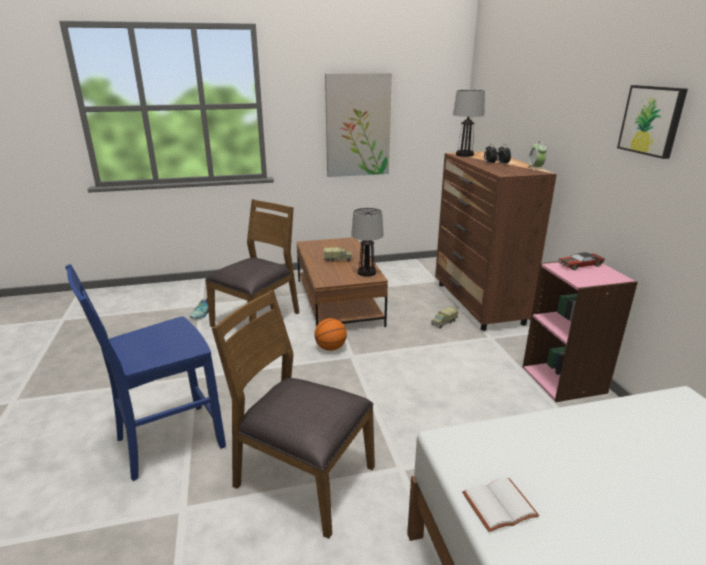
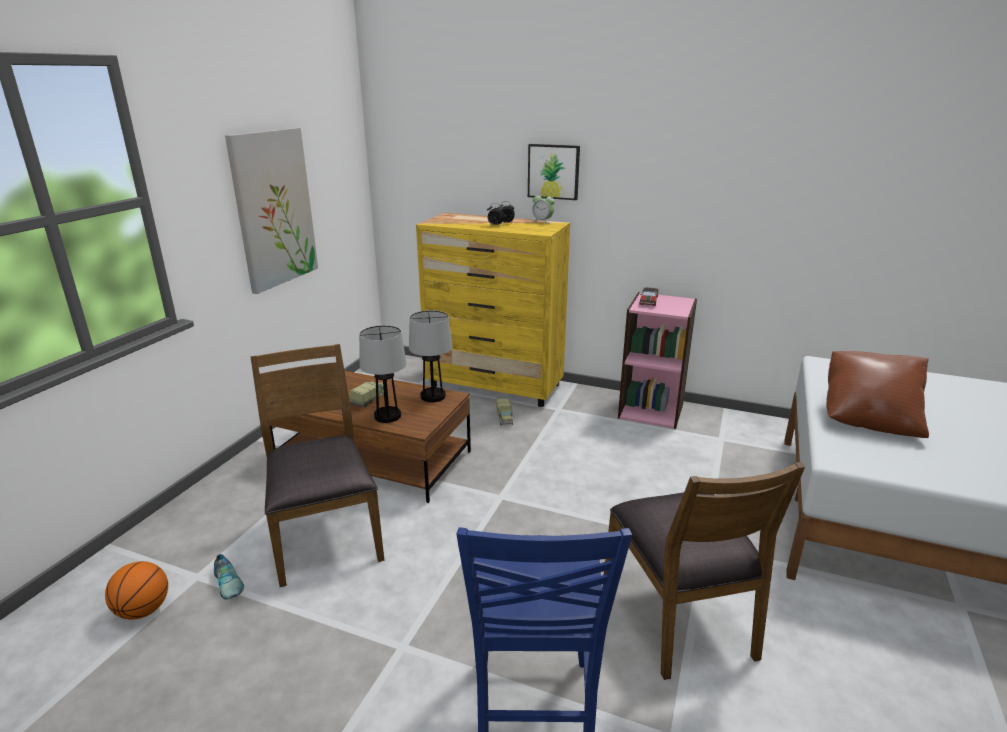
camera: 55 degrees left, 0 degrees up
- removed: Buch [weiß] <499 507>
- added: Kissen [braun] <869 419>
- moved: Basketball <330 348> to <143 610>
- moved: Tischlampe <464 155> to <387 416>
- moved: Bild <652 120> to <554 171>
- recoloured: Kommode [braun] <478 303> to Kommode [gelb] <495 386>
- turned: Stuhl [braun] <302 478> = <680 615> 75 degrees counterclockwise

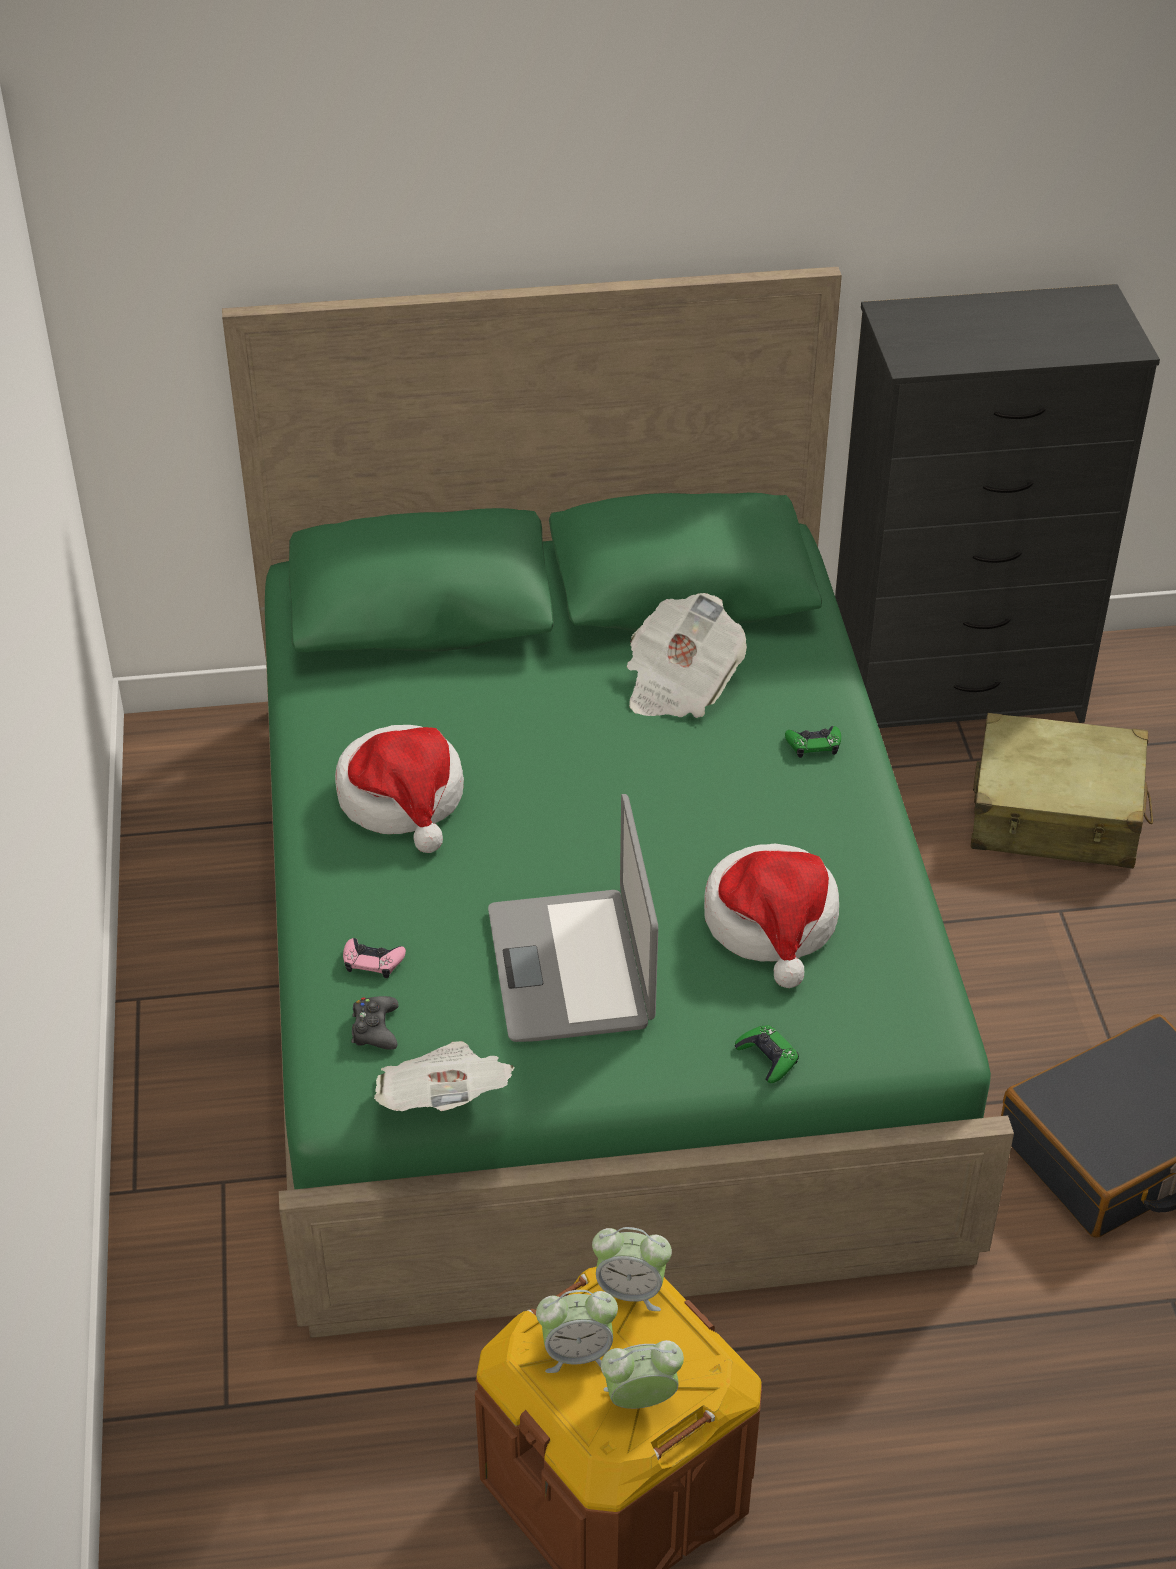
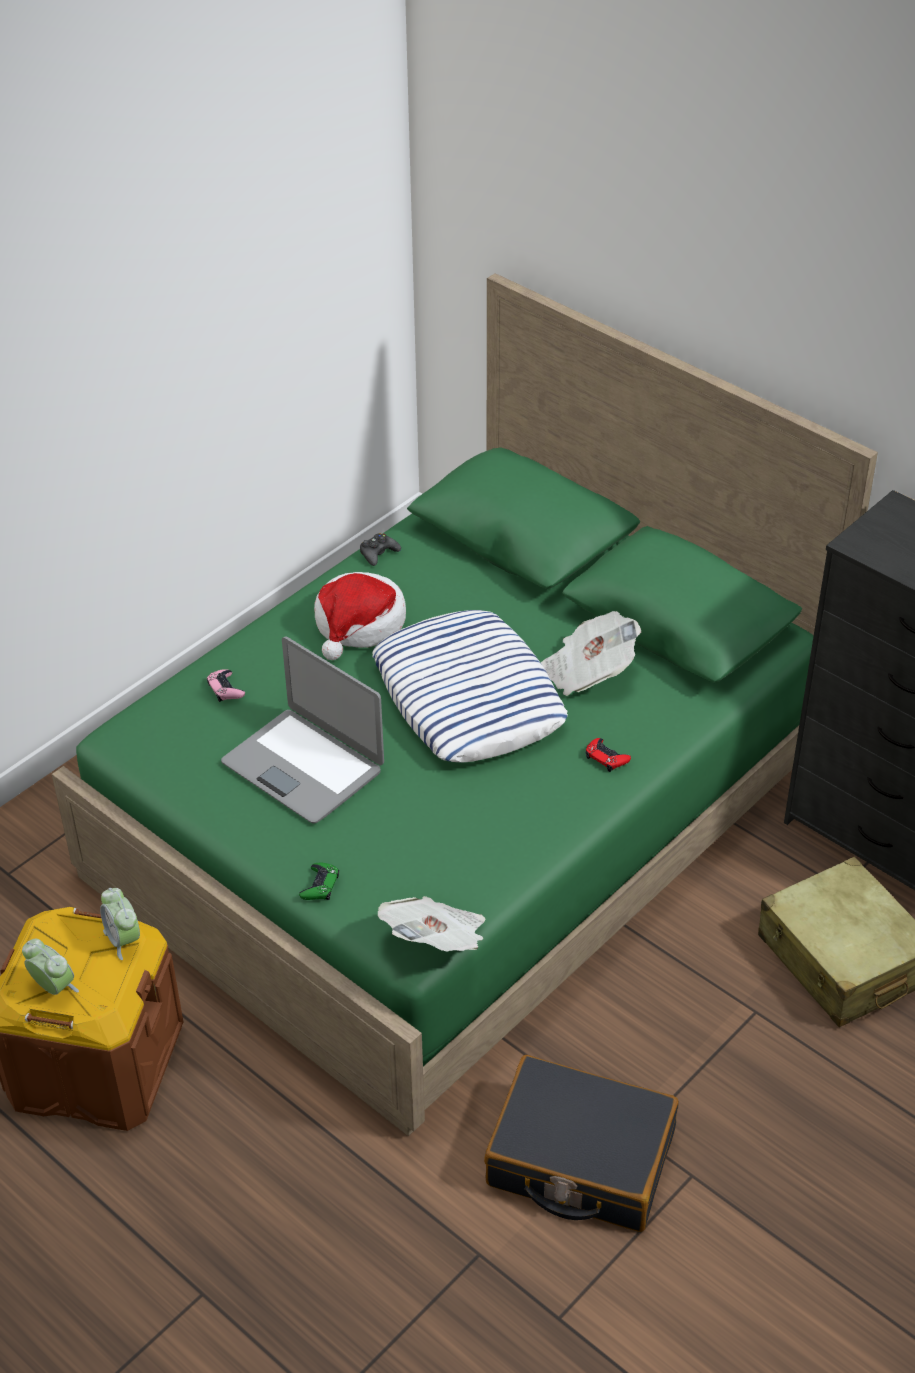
camera: 50 degrees right, 0 degrees up
- removed: Wecker <577 1353>
- removed: Hut <772 923>
- added: Kissen <469 698>
- moved: Gamepad [schwarz] <375 1029> to <378 553>
- moved: Zeitung <445 1101> to <436 941>
- recoloured: Gamepad [grün] <814 744> to Gamepad [rot] <606 758>
- turned: Laptop <572 967> = <304 766> 90 degrees counterclockwise

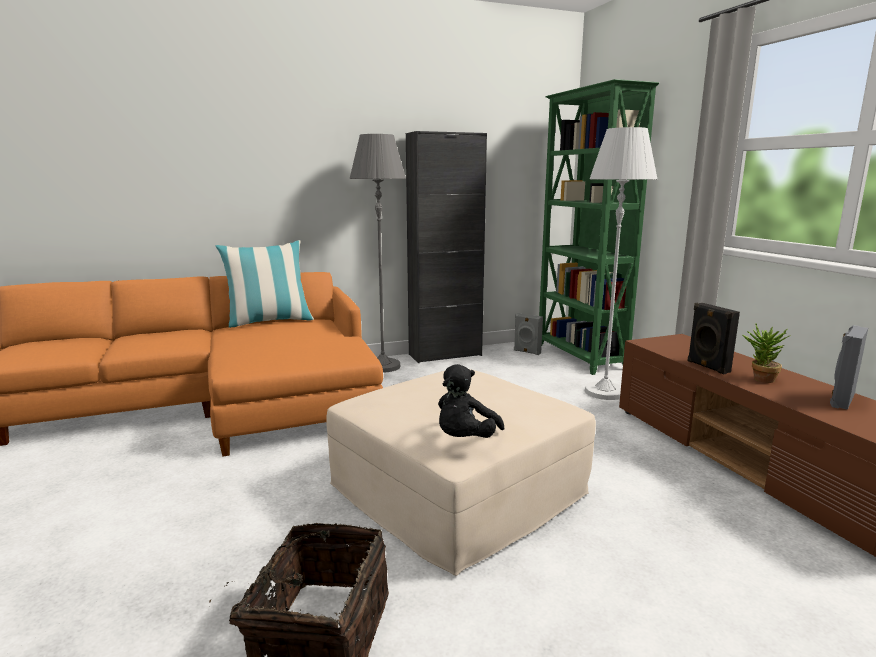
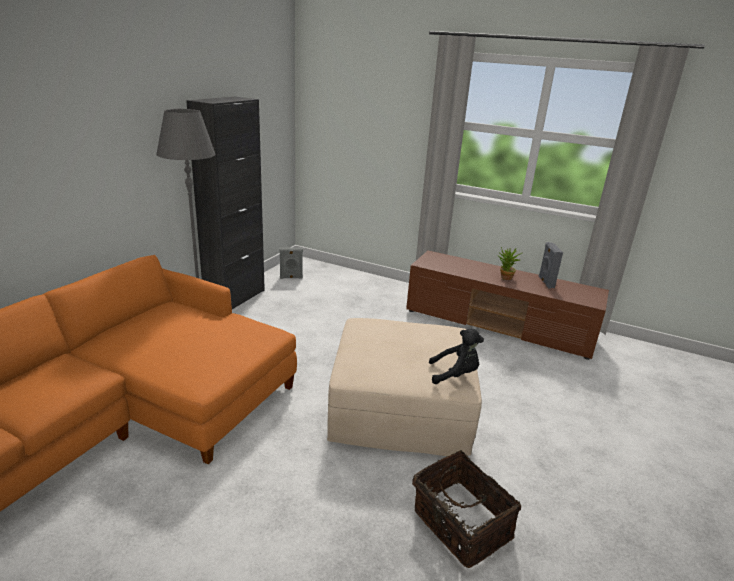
camera: 45 degrees left, 10 degrees up
- removed: Kissen <269 321>
- removed: Bücherregal [grün] <579 357>
- removed: Stehlampe [weiß] <604 392>
- removed: Lautsprecher [schwarz] <707 367>
- turned: Plüschtier [schwarz] <465 439> = <455 375> 75 degrees counterclockwise

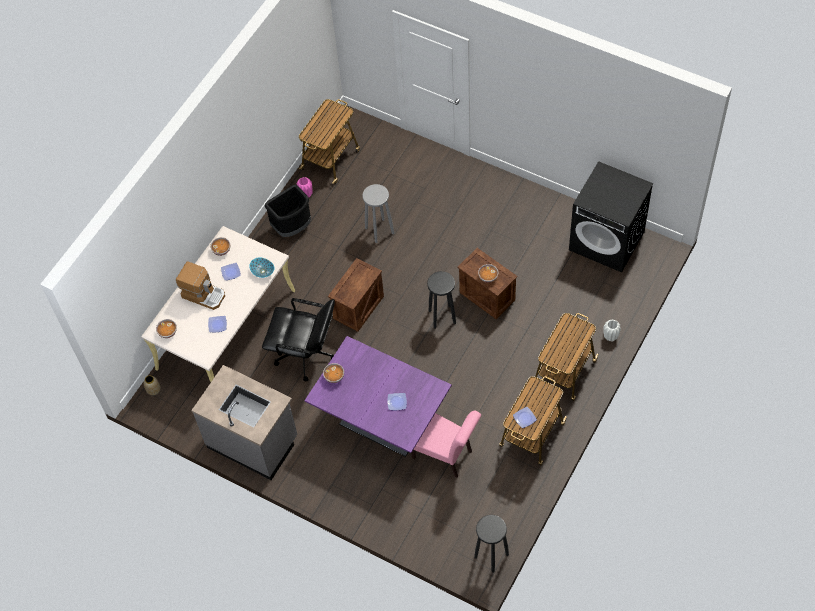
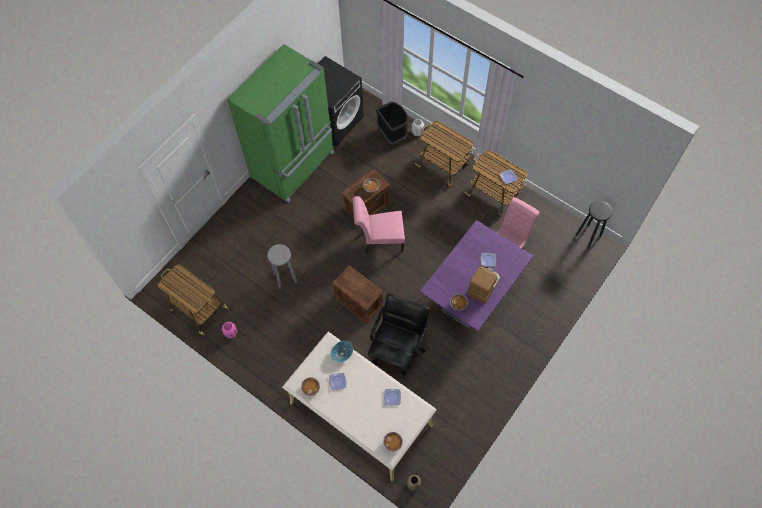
camera: 85 degrees left, 5 degrees up
- removed: Küchenzeile [grau] <253 442>
- added: Kühlschrank [grün] <294 166>
- moved: Kaffeemaschine <204 294> to <483 286>
- moved: Mülleimer [schwarz] <293 227> to <392 135>
- replaced: Hocker [schwarz] <442 316> to Stuhl [rosa] <379 241>

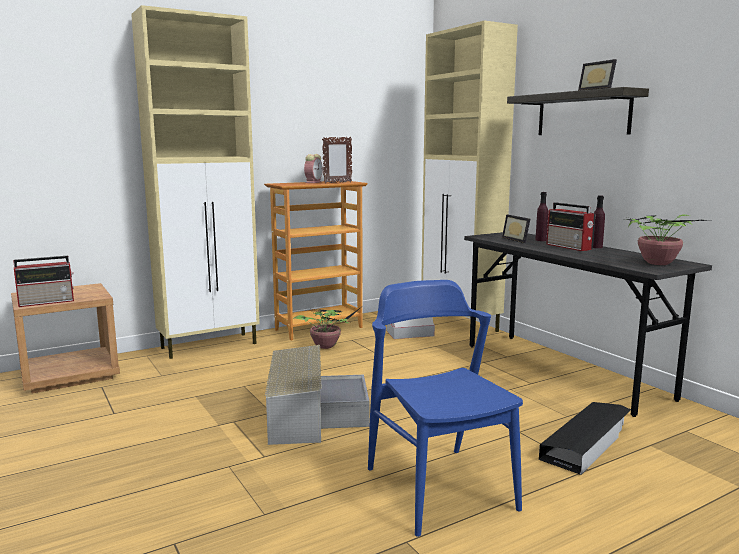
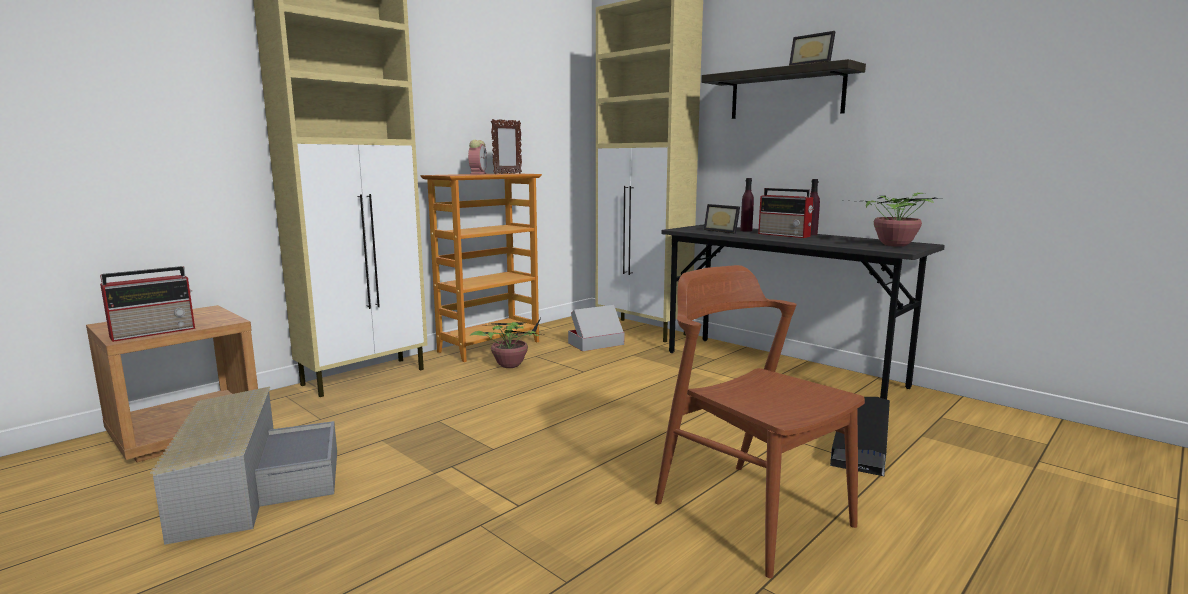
camera: 15 degrees left, 0 degrees up
- moved: Aufbewahrungsbox [grau] <311 413> to <252 484>
- recoloured: Stuhl [blau] <439 488> to Stuhl [braun] <751 513>

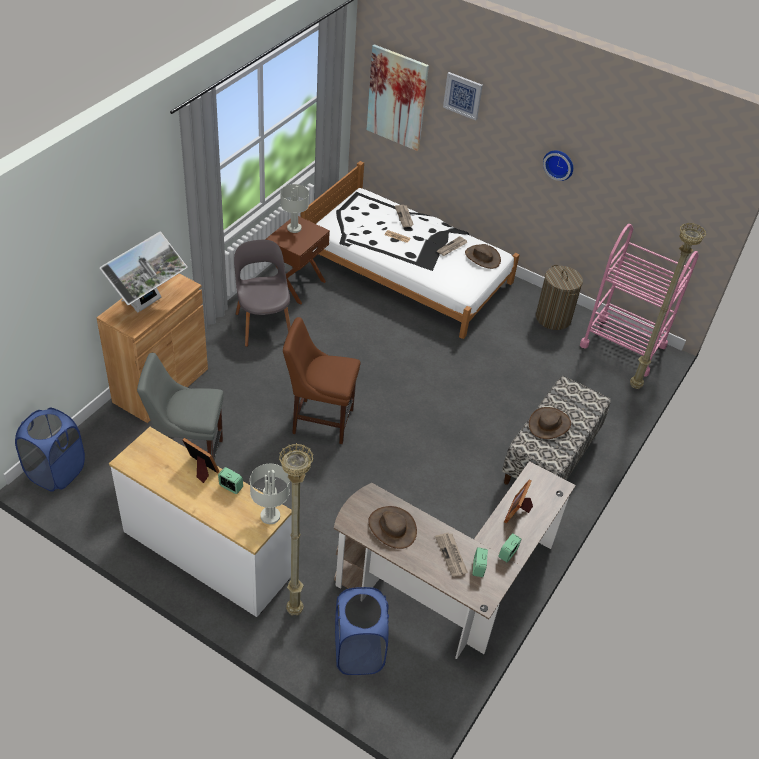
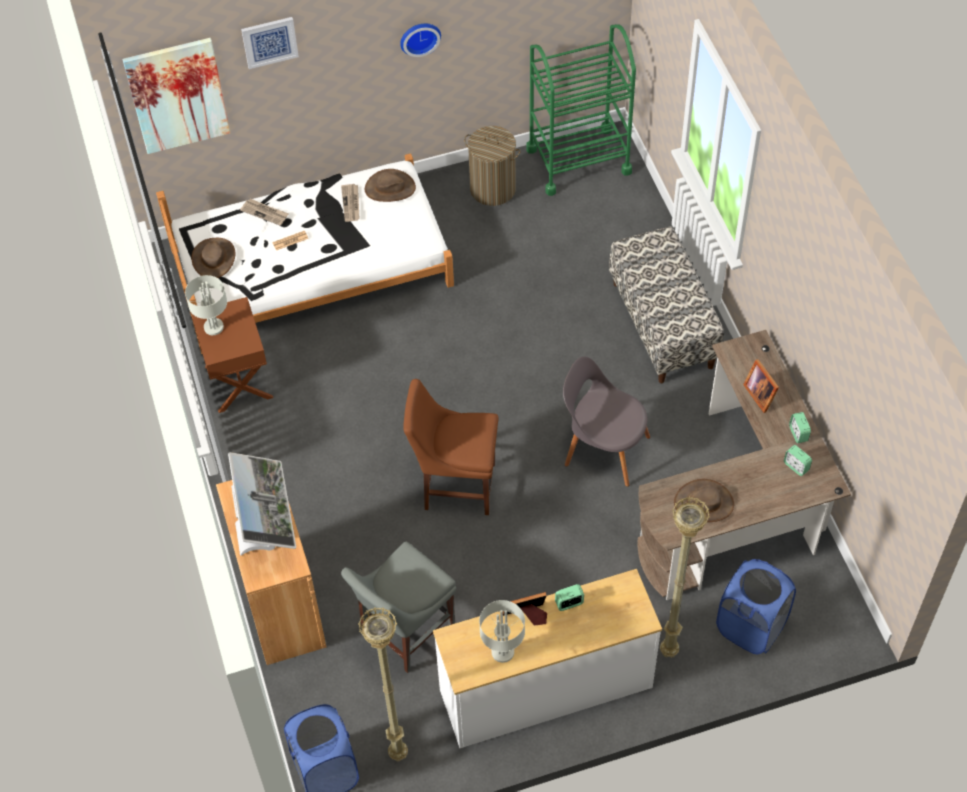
camera: 45 degrees left, 10 degrees up
- removed: Zeitung <451 555>
- moved: Stuhl [grau] <263 324> to <603 449>
- moved: Tischlampe [grau] <269 516> to <502 652>
- moved: Hut [braun] <549 424> to <214 258>
- moved: Stehlampe [beige] <634 385> to <397 754>
- recoloured: Rollwagen [rosa] <623 345> to Rollwagen [grün] <578 160>
- turned: Stuhl [braun] <319 420> = <455 485> 45 degrees clockwise

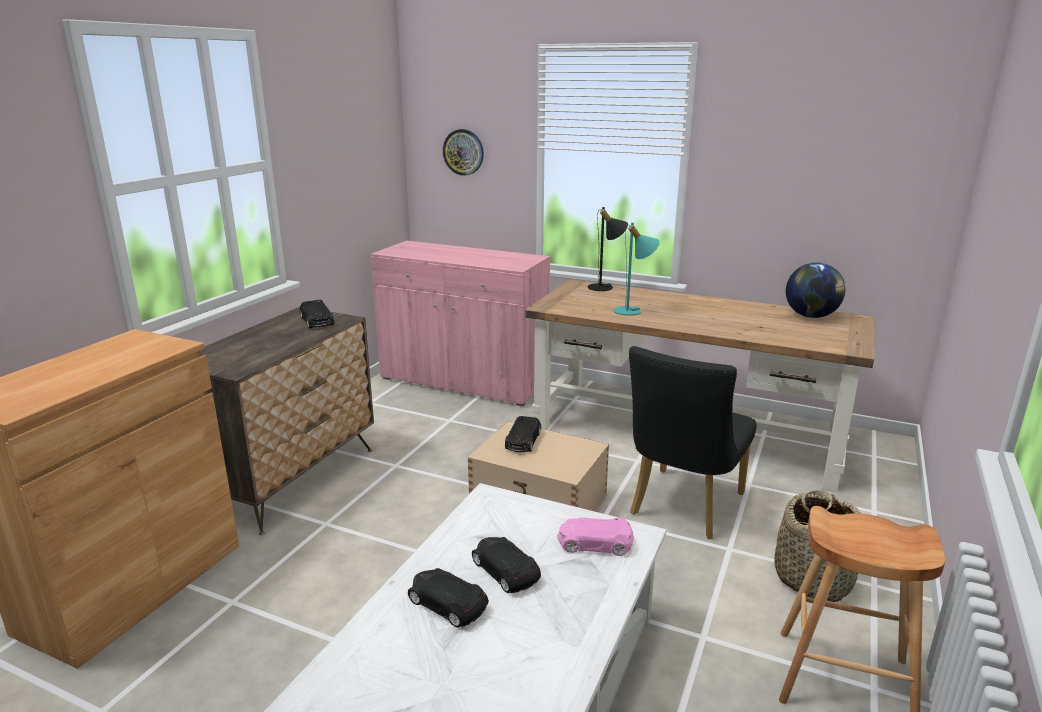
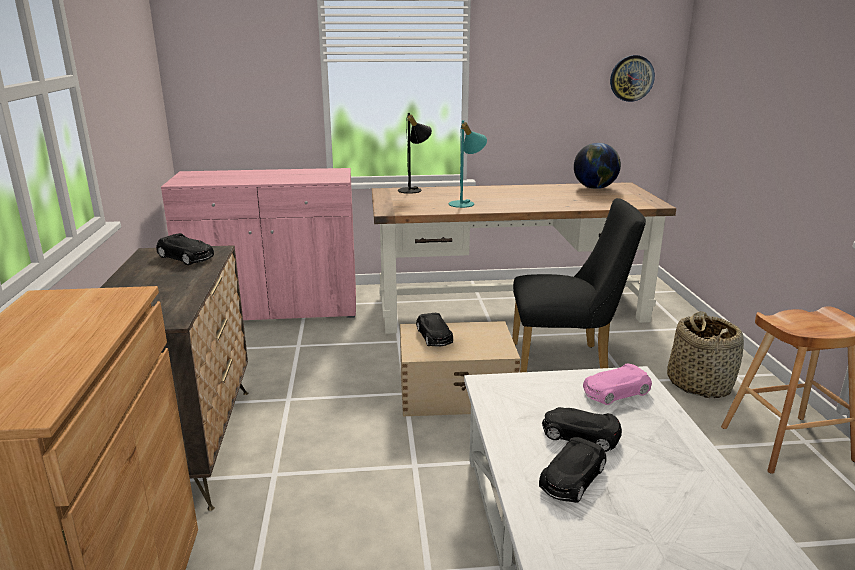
camera: 30 degrees left, 0 degrees up
- moved: Wanduhr <463 152> to <631 78>
- turned: Spielzeugauto [schwarz] <447 604> = <572 479> 60 degrees counterclockwise
- turned: Stuhl [schwarz] <682 508> = <566 362> 90 degrees counterclockwise

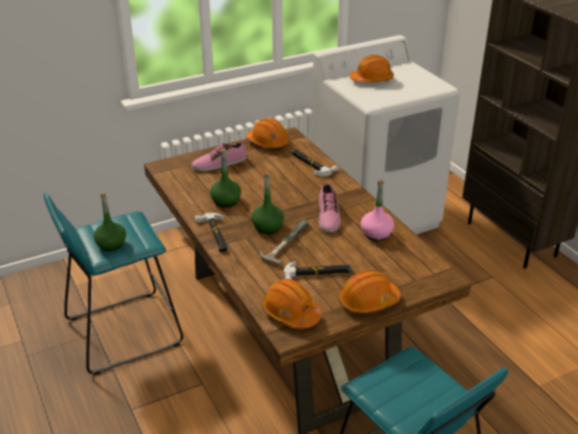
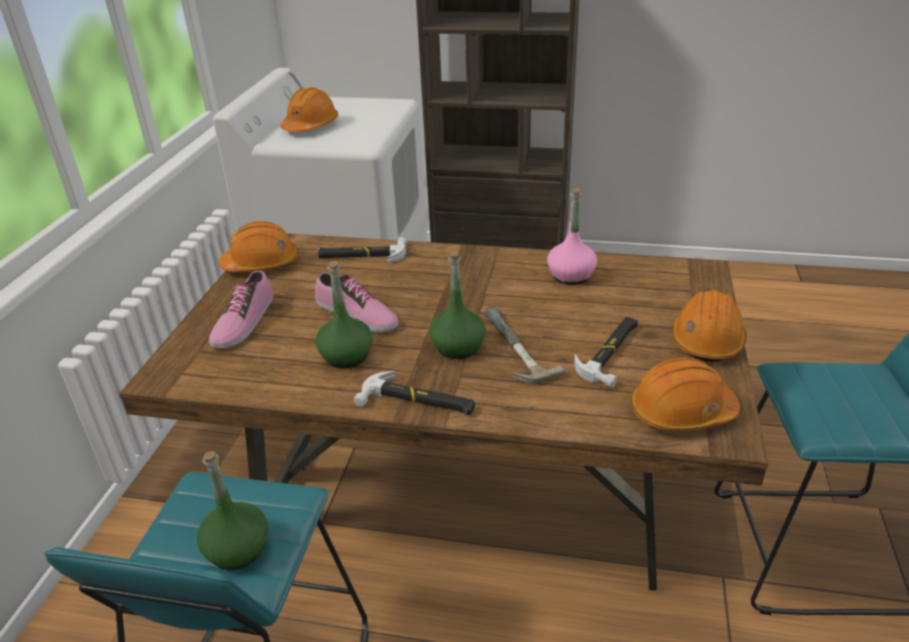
camera: 50 degrees left, 0 degrees up
- moved: Schuh <327 215> to <356 315>

